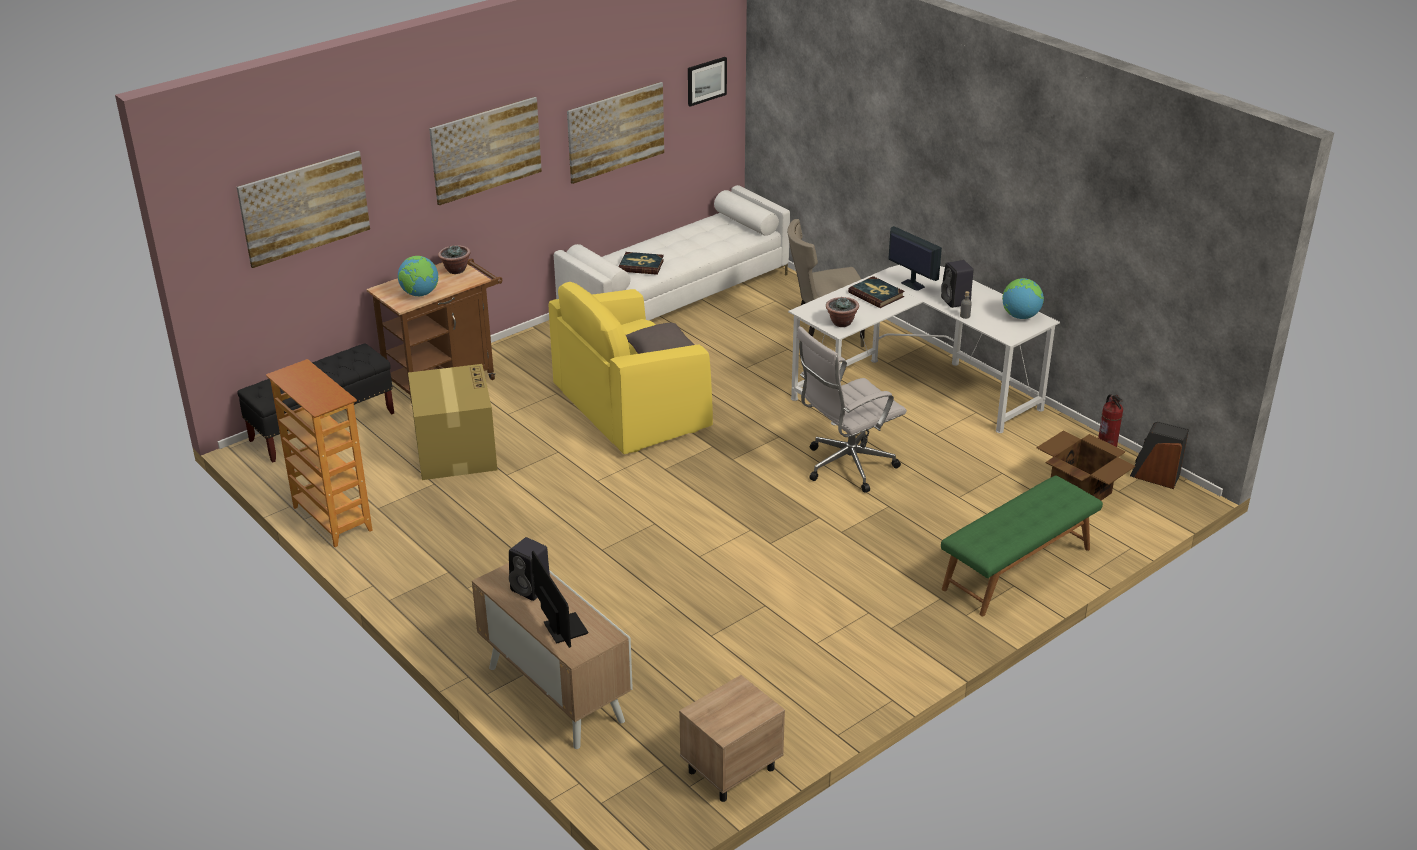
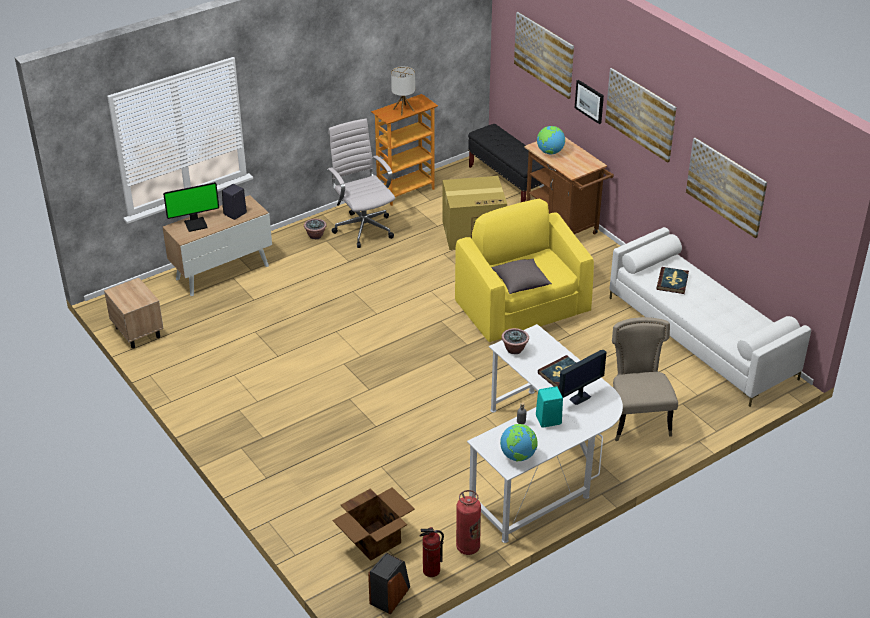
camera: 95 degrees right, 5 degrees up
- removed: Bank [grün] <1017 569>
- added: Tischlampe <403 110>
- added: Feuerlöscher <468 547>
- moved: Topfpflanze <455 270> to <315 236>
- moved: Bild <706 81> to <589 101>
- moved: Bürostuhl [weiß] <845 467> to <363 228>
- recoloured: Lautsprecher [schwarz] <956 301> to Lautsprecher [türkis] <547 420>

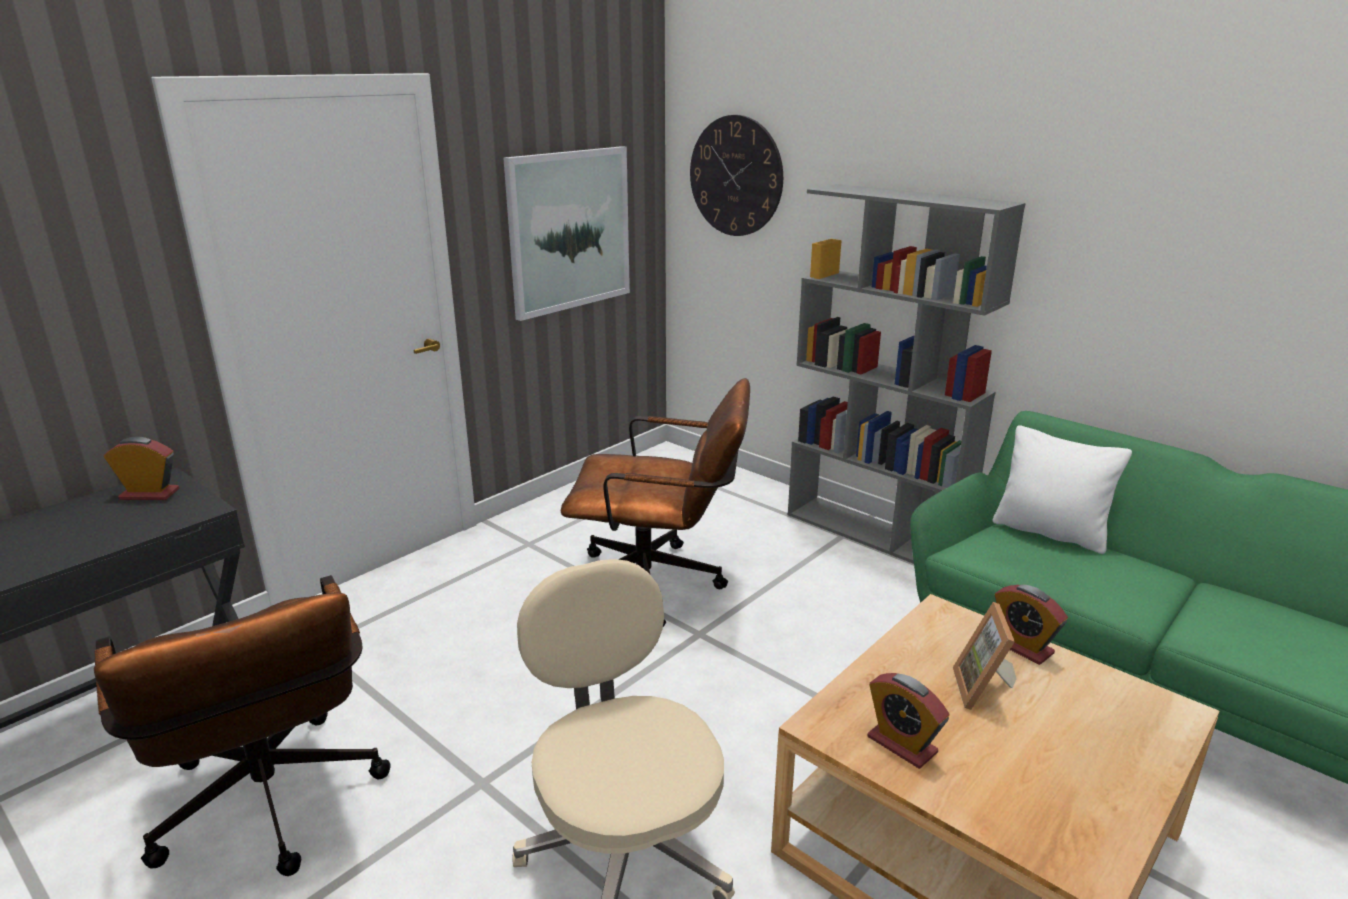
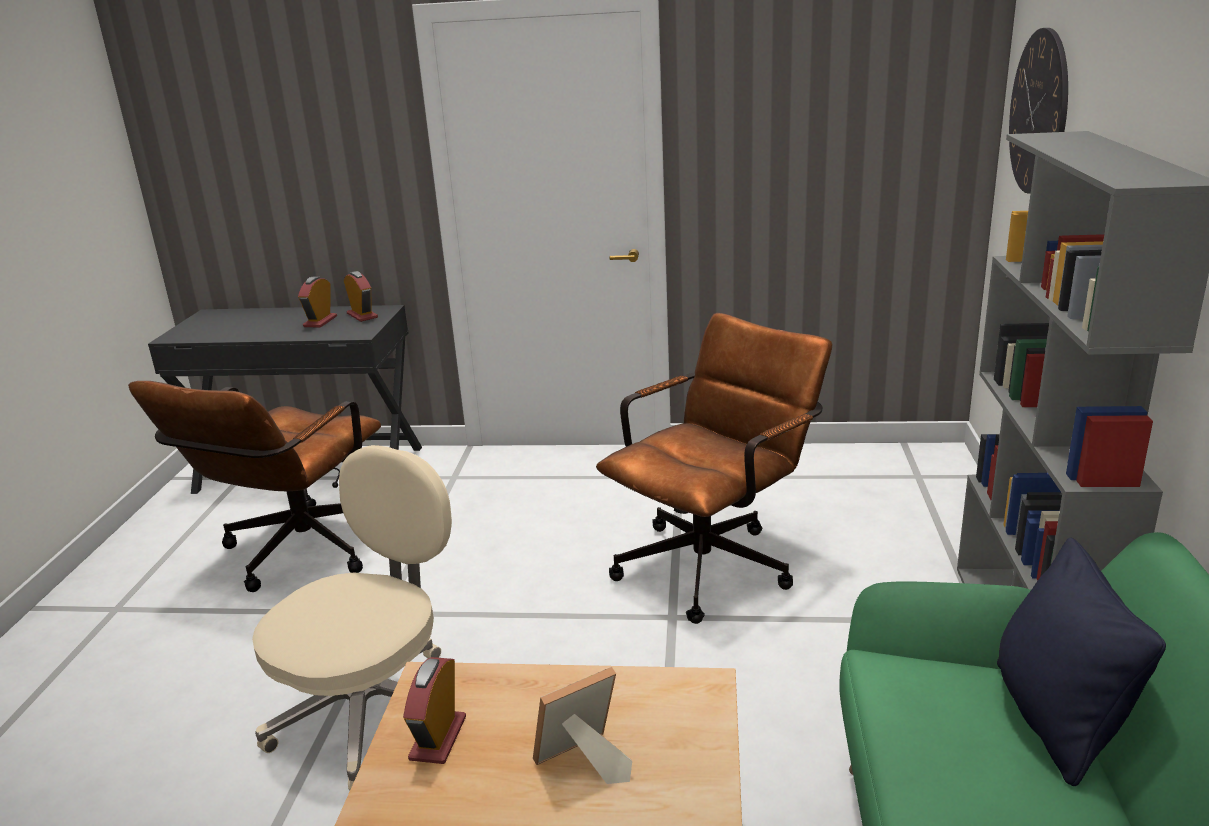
camera: 55 degrees right, 0 degrees up
- removed: Bild <569 230>
- moved: Wecker <1022 647> to <320 321>
- recoloured: Kissen [weiß] <1050 532> to Kissen [schwarz] <1056 720>
- turned: Bürostuhl [braun] <660 585> = <714 562> 105 degrees counterclockwise

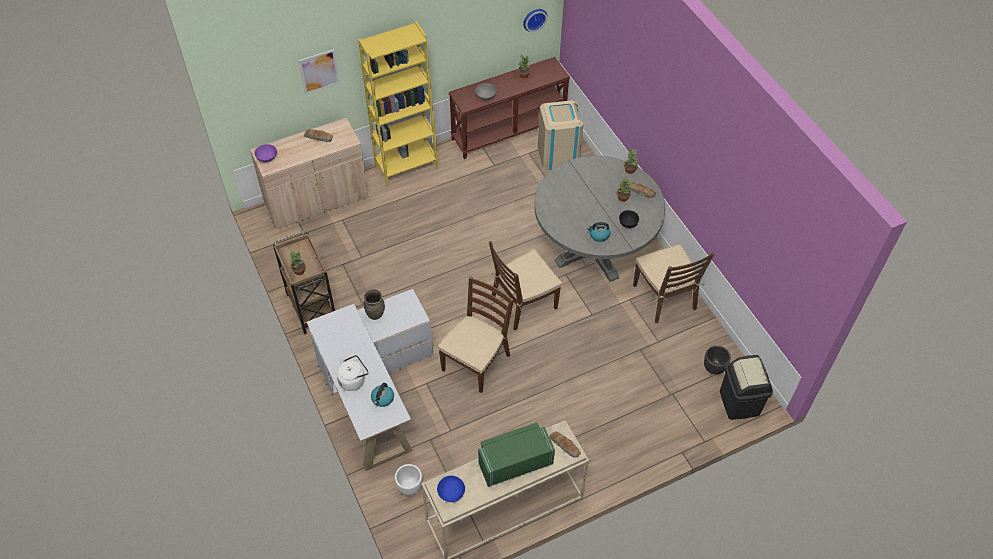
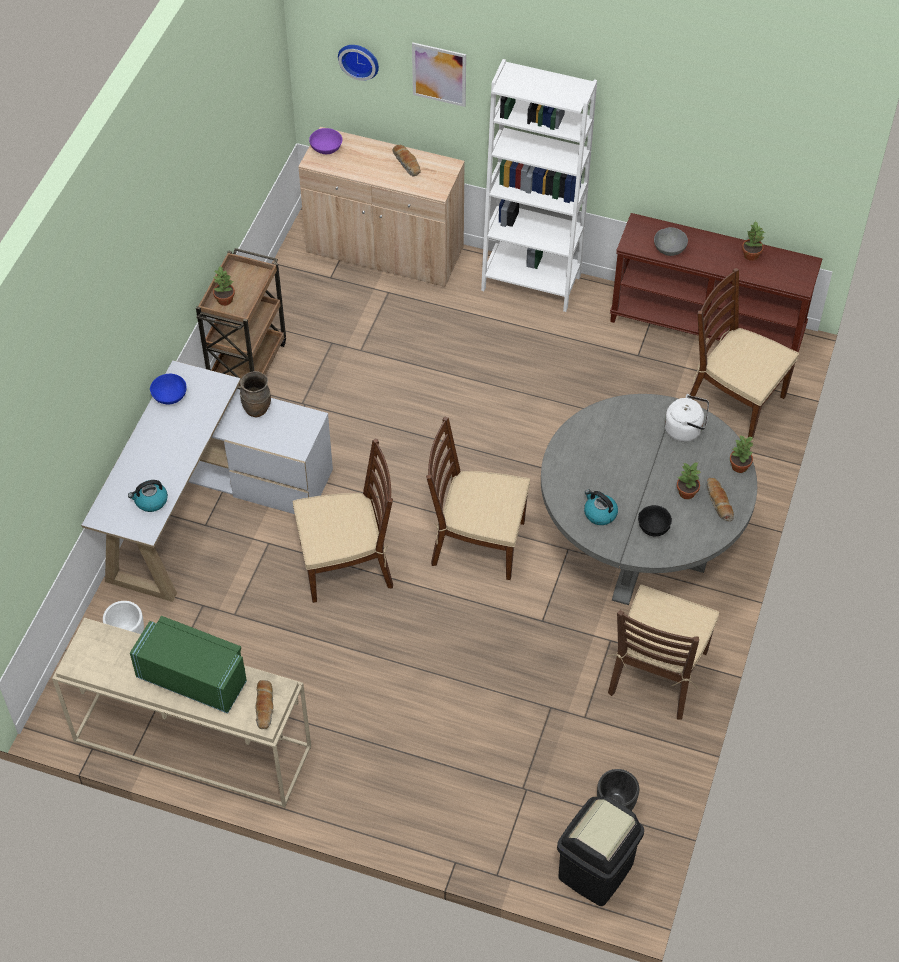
camera: 45 degrees right, 0 degrees up
- moved: Wasserkessel [weiß] <353 380> to <685 430>
- moved: Schüssel [blau] <451 493> to <170 397>
- moved: Wanduhr <534 18> to <359 59>
- replaced: Mülleimer [beige] <558 155> to Stuhl [braun] <734 400>
- recoloured: Bücherregal [gelb] <406 166> to Bücherregal [weiß] <531 283>

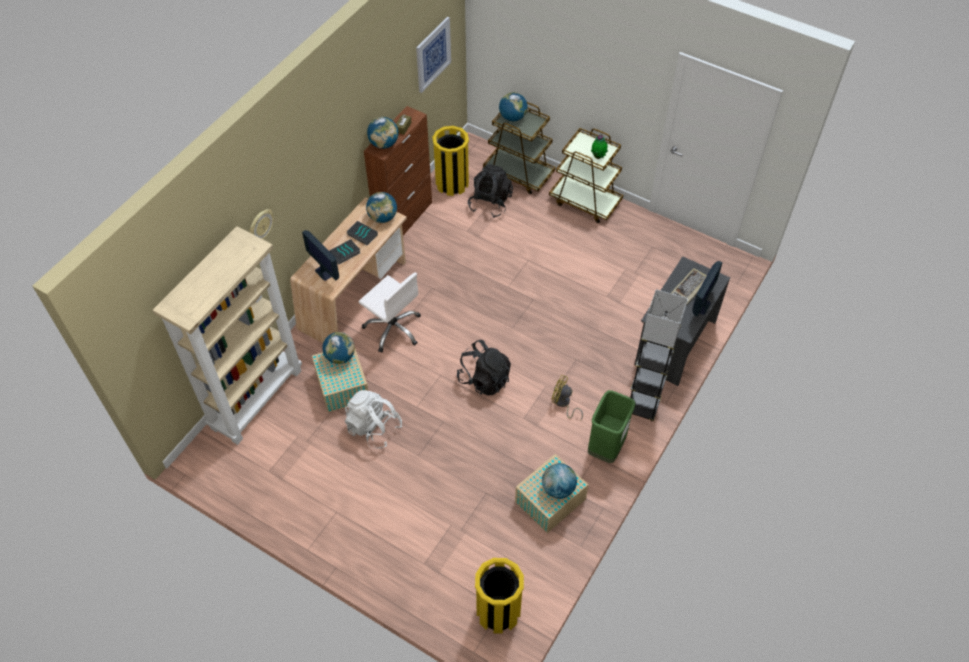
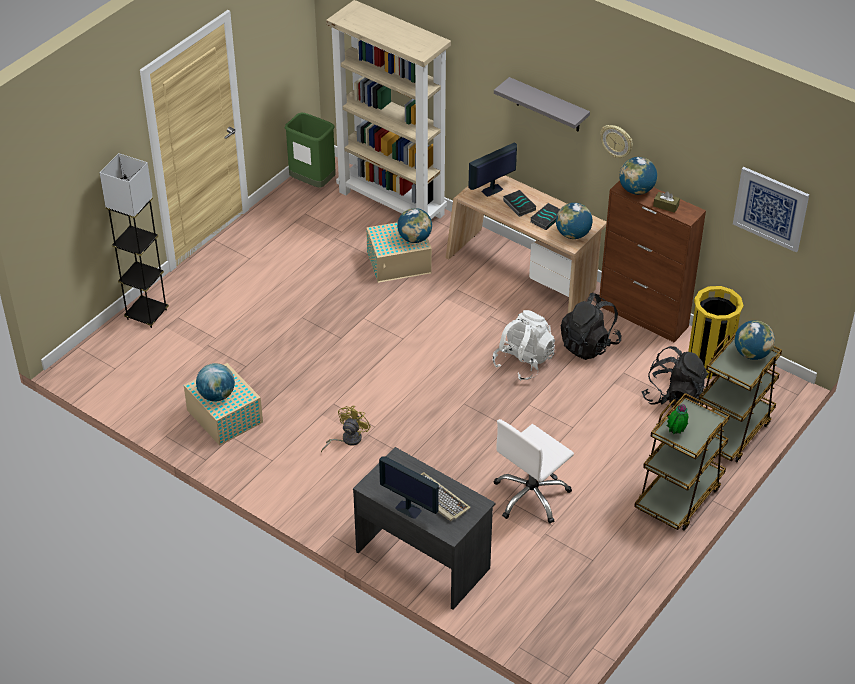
camera: 95 degrees right, 10 degrees down
- removed: Mülleimer [gelb] <498 612>
- added: Wandregal [grau] <548 105>
- moved: Wanduhr <261 225> to <617 141>
- moved: Rucksack [weiß] <374 428> to <523 362>
- moved: Bürostuhl [weiß] <393 328> to <531 496>
- moved: Rucksack [schwarz] <484 379> to <589 344>
- moved: Mülleimer [grün] <606 448> to <312 183>
- moved: Stehlampe [grau] <642 407> to <146 314>

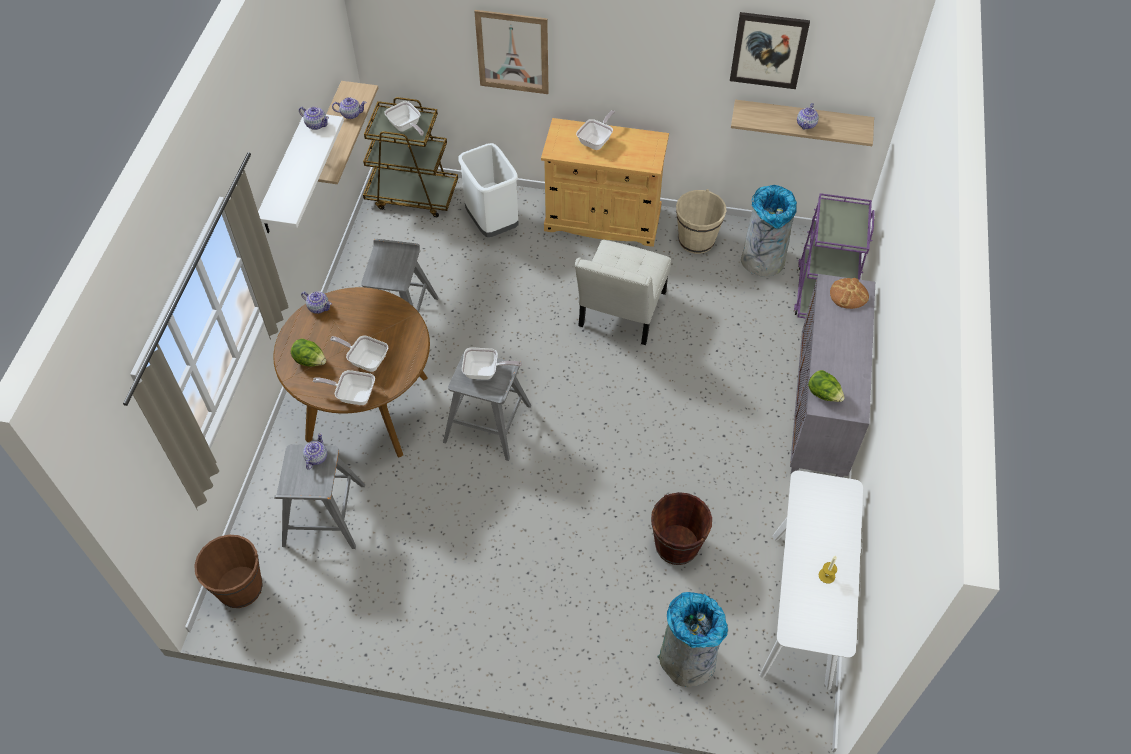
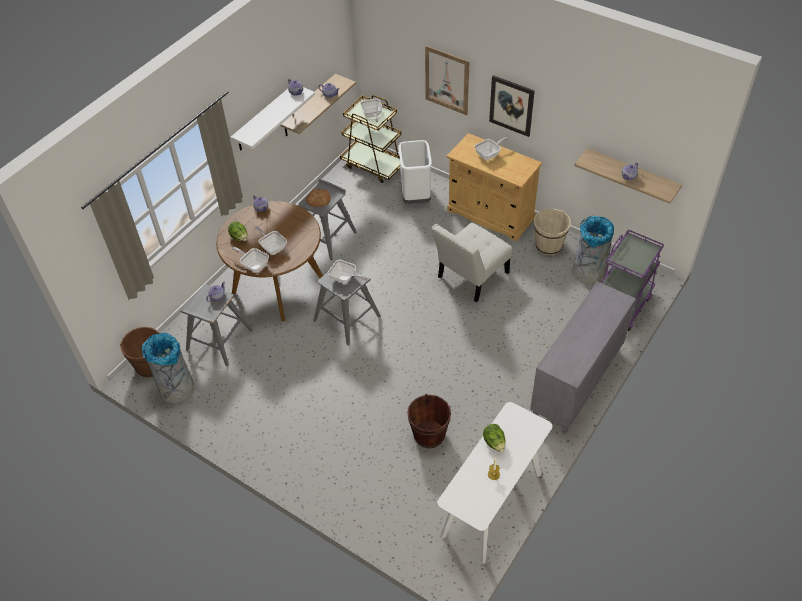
camera: 25 degrees right, 5 degrees down
- moved: Mülleimer [grau] <687 660> to <176 388>
- moved: Bild <768 50> to <511 105>
- moved: Salatkopf <823 394> to <494 443>
- moved: Brot <848 294> to <318 199>

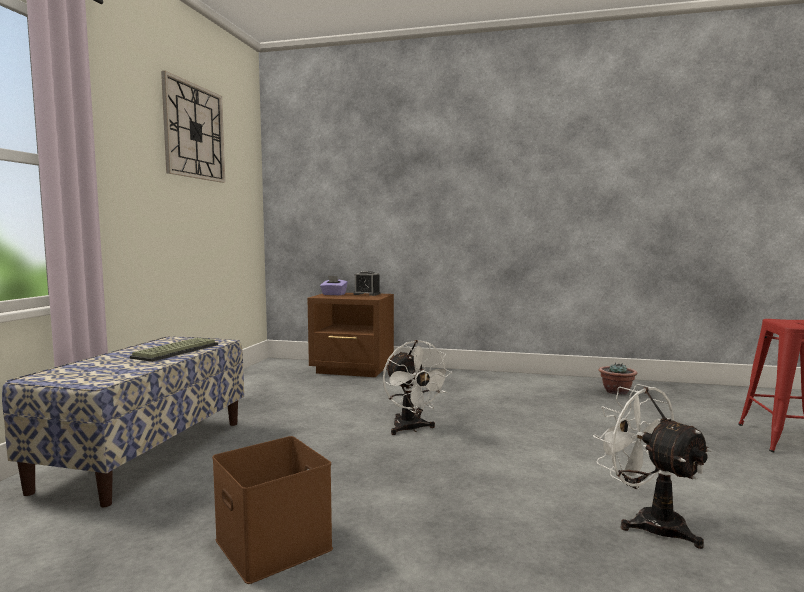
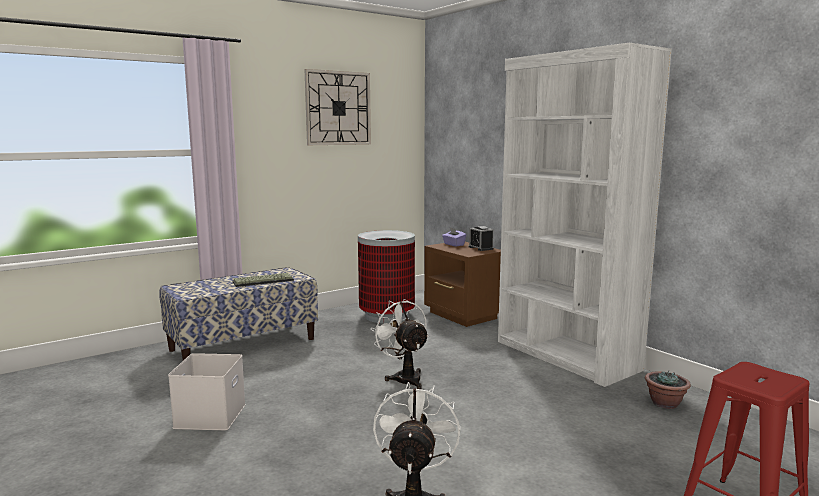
camera: 40 degrees right, 5 degrees up
- added: Mülleimer <387 316>
- added: Bücherregal [weiß] <566 355>
- recoloured: Aufbewahrungsbox [braun] <270 544> to Aufbewahrungsbox [weiß] <209 415>
- turned: Ventilator [weiß] <411 429> = <404 377> 135 degrees clockwise

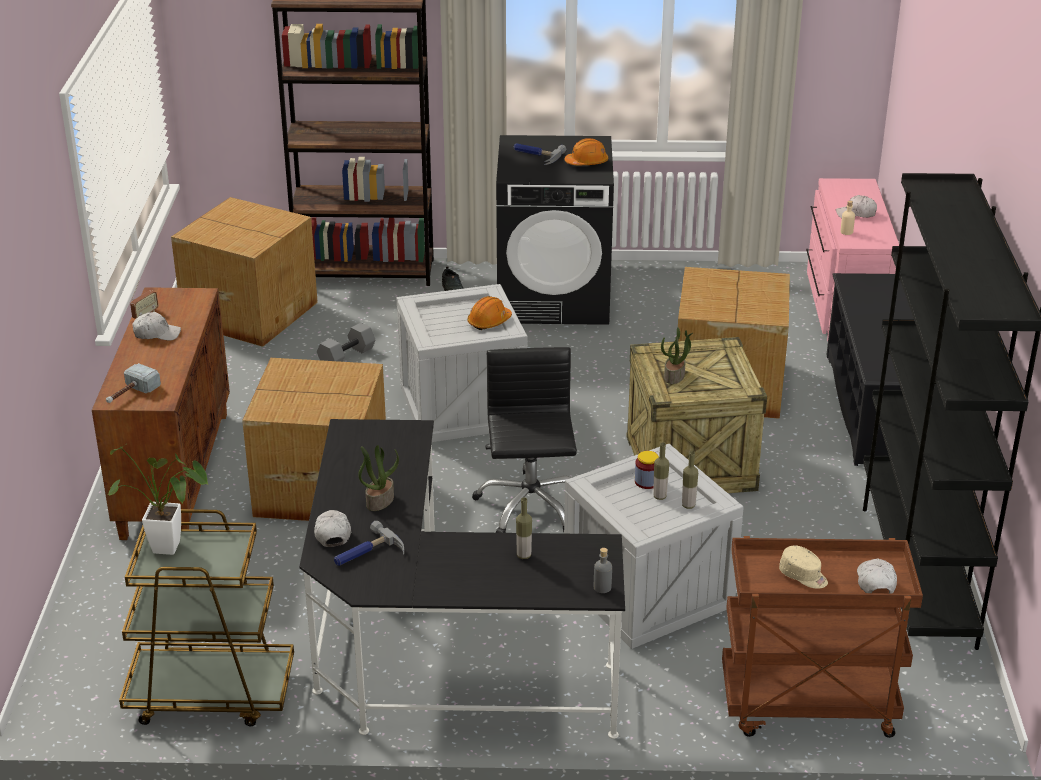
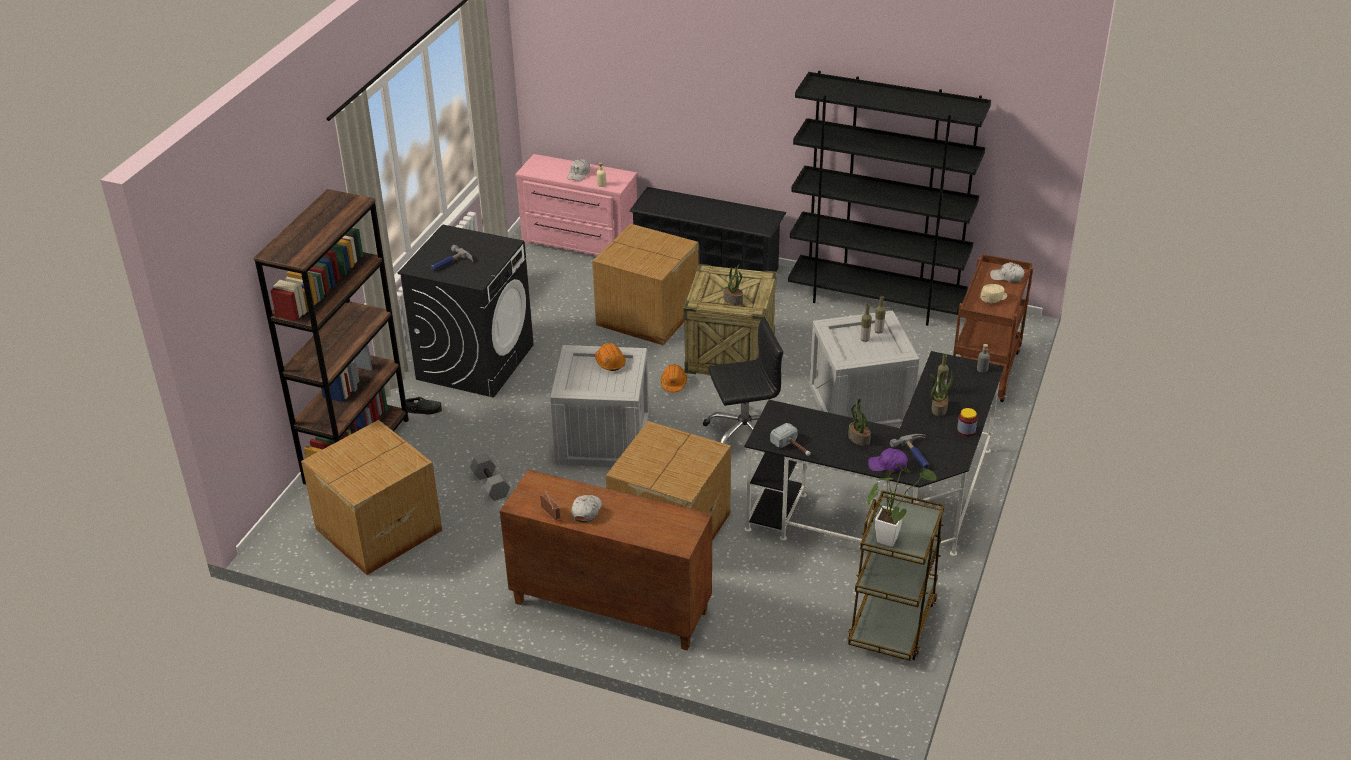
camera: 70 degrees left, 5 degrees up
- added: Topfpflanze <938 408>
- moved: Hammer <130 394> to <793 448>
- moved: Schutzhelm [orange] <587 162> to <673 383>
- moved: Vorratsglas <646 482> to <966 430>
- recoloured: Kappe [weiß] <332 533> to Kappe [lila] <888 465>
- turned: Bürostuhl [schwarz] <530 506> = <744 433> 150 degrees clockwise

